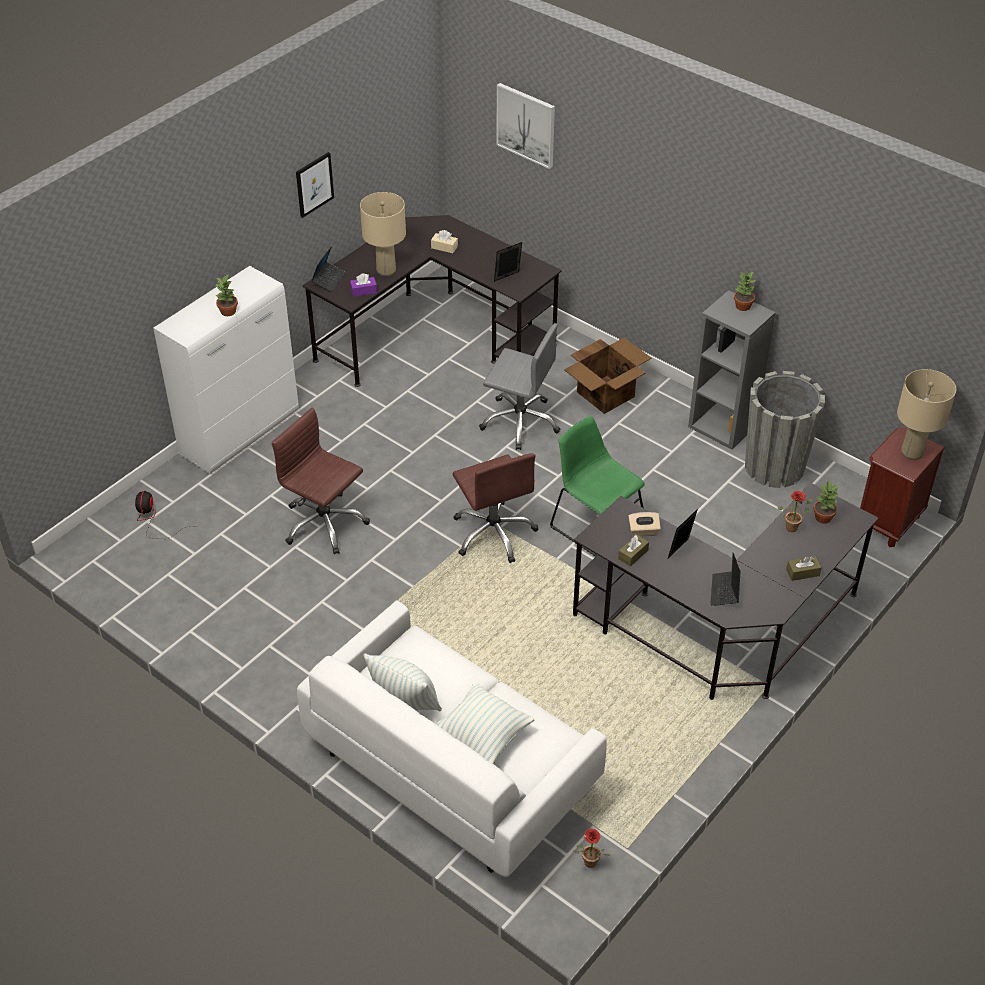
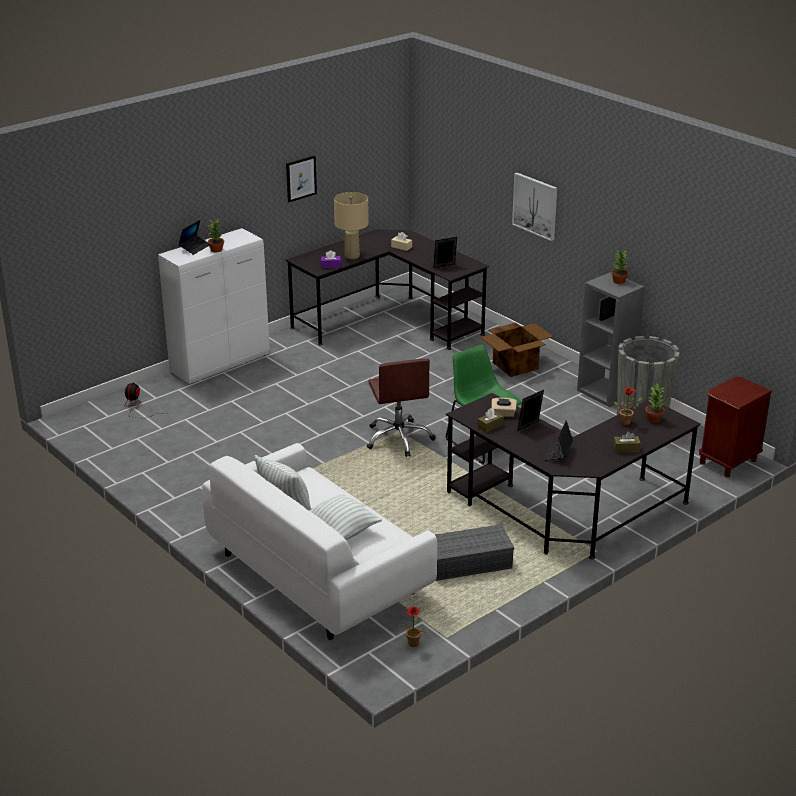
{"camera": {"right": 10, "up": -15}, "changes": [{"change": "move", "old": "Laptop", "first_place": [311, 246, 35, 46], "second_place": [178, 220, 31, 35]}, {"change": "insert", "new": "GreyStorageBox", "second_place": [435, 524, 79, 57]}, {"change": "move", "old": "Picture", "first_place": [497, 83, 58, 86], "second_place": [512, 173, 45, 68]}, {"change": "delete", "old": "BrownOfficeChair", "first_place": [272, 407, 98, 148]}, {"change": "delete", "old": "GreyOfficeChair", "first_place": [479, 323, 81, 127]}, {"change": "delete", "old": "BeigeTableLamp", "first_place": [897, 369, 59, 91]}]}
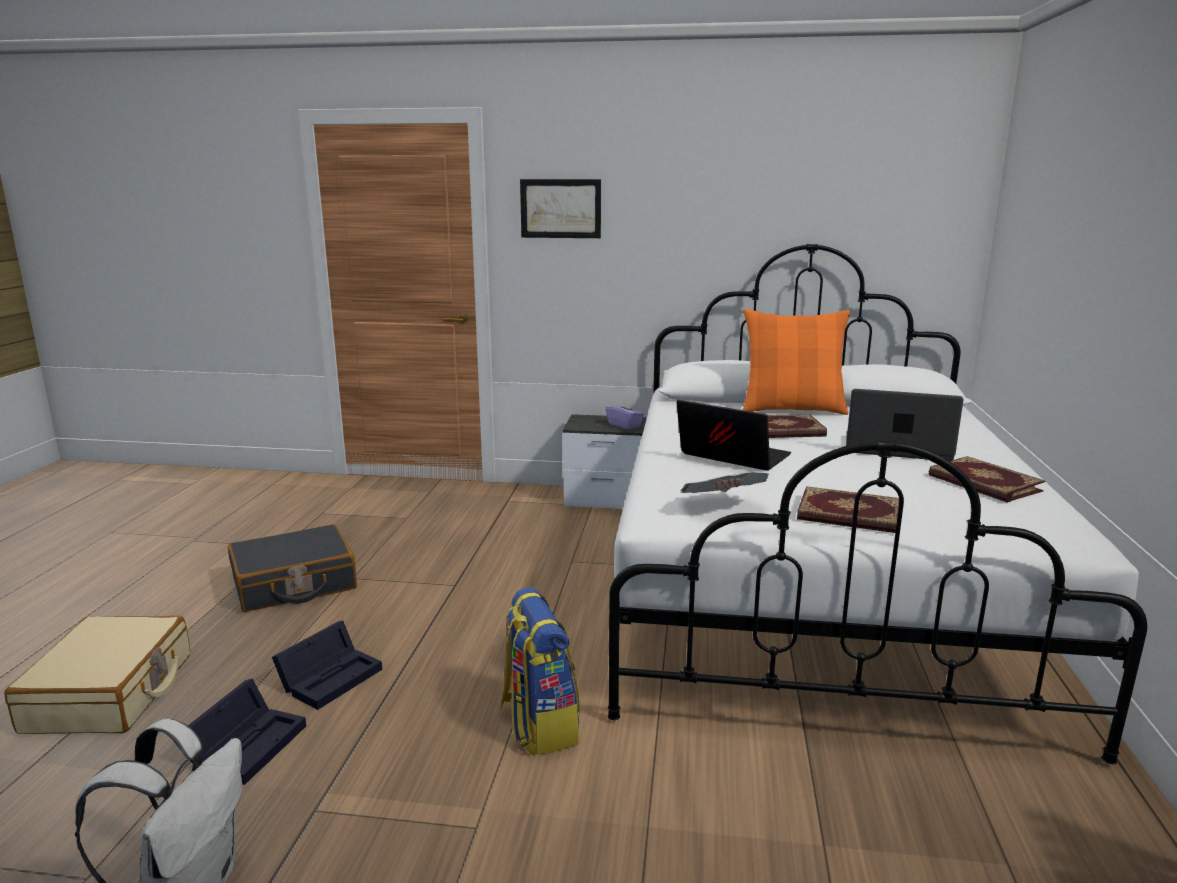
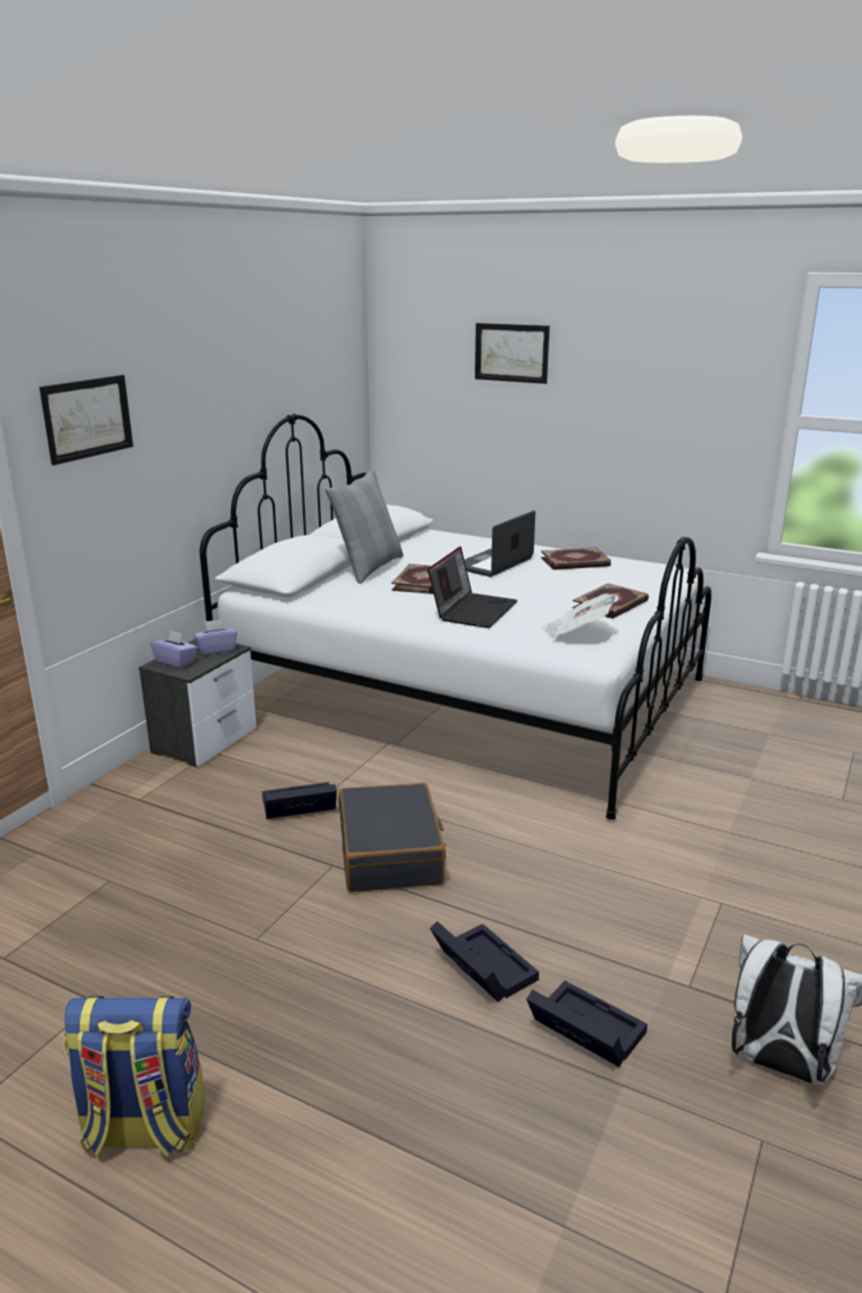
{"camera": {"right": -70, "up": 5}, "changes": [{"change": "move", "old": "Backpack", "first_place": [500, 587, 80, 169], "second_place": [64, 996, 141, 161]}, {"change": "insert", "new": "PurpleTissueBox", "second_place": [150, 630, 48, 38]}, {"change": "insert", "new": "BlackStorageBox", "second_place": [262, 782, 75, 37]}, {"change": "recolor", "old": "OrangePillow", "new": "GreyPillow", "first_place": [742, 309, 108, 106], "second_place": [325, 469, 78, 115]}, {"change": "move", "old": "BlackSuitcase", "first_place": [228, 524, 129, 88], "second_place": [339, 782, 107, 110]}, {"change": "rotate", "old": "Laptop", "first_place": [676, 400, 115, 71], "second_place": [428, 546, 90, 82], "degrees": 150}, {"change": "insert", "new": "Picture", "second_place": [475, 323, 75, 61]}, {"change": "delete", "old": "BeigeSuitcase", "first_place": [4, 615, 186, 119]}]}
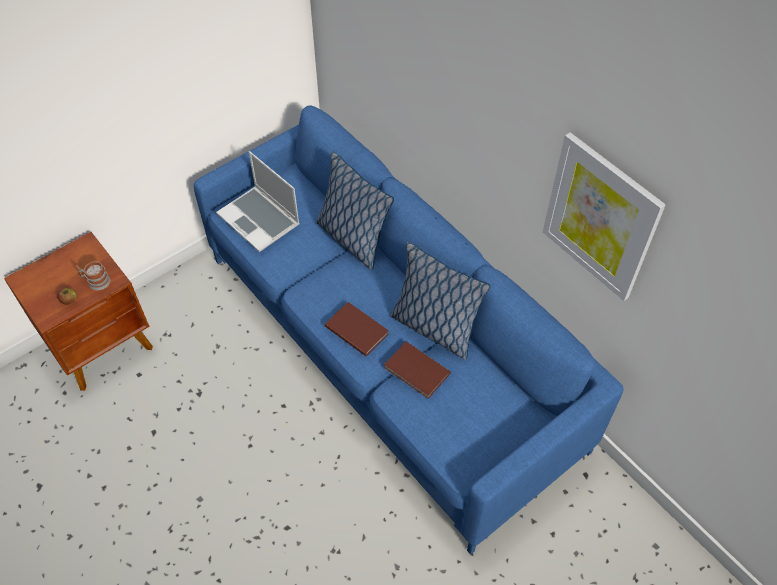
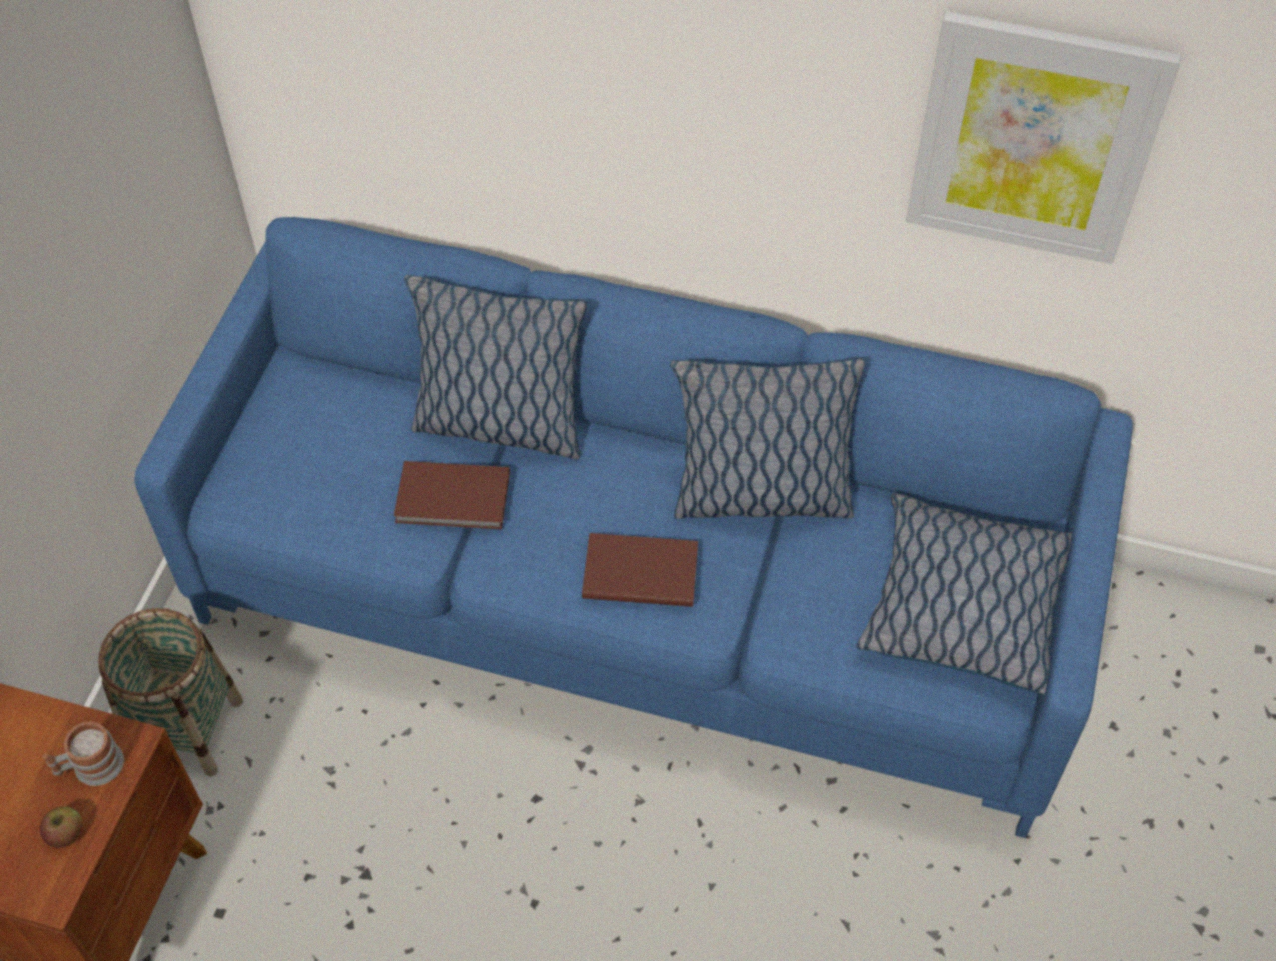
{"camera": {"right": -35, "up": 0}, "changes": [{"change": "insert", "new": "Basket", "second_place": [98, 608, 145, 169]}, {"change": "move", "old": "BrownBook", "first_place": [384, 341, 67, 58], "second_place": [394, 461, 116, 68]}, {"change": "insert", "new": "Pillow", "second_place": [857, 493, 215, 202]}, {"change": "delete", "old": "Laptop", "first_place": [216, 151, 84, 101]}]}
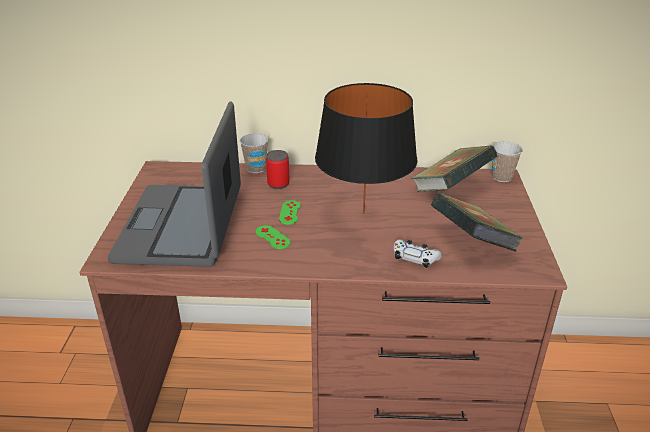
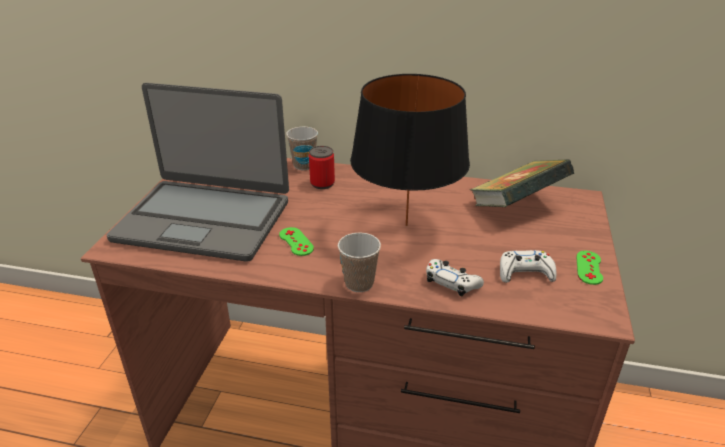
{"camera": {"right": 10, "up": 0}, "changes": [{"change": "rotate", "old": "Laptop", "first_place": [108, 101, 133, 166], "second_place": [107, 83, 182, 179], "degrees": -90}, {"change": "move", "old": "Cup", "first_place": [492, 141, 31, 41], "second_place": [338, 233, 43, 59]}, {"change": "replace", "old": "Book", "new": "WhiteGameController", "first_place": [431, 193, 93, 59], "second_place": [500, 250, 56, 33]}, {"change": "move", "old": "GreenGameController", "first_place": [279, 200, 22, 25], "second_place": [576, 251, 27, 34]}]}
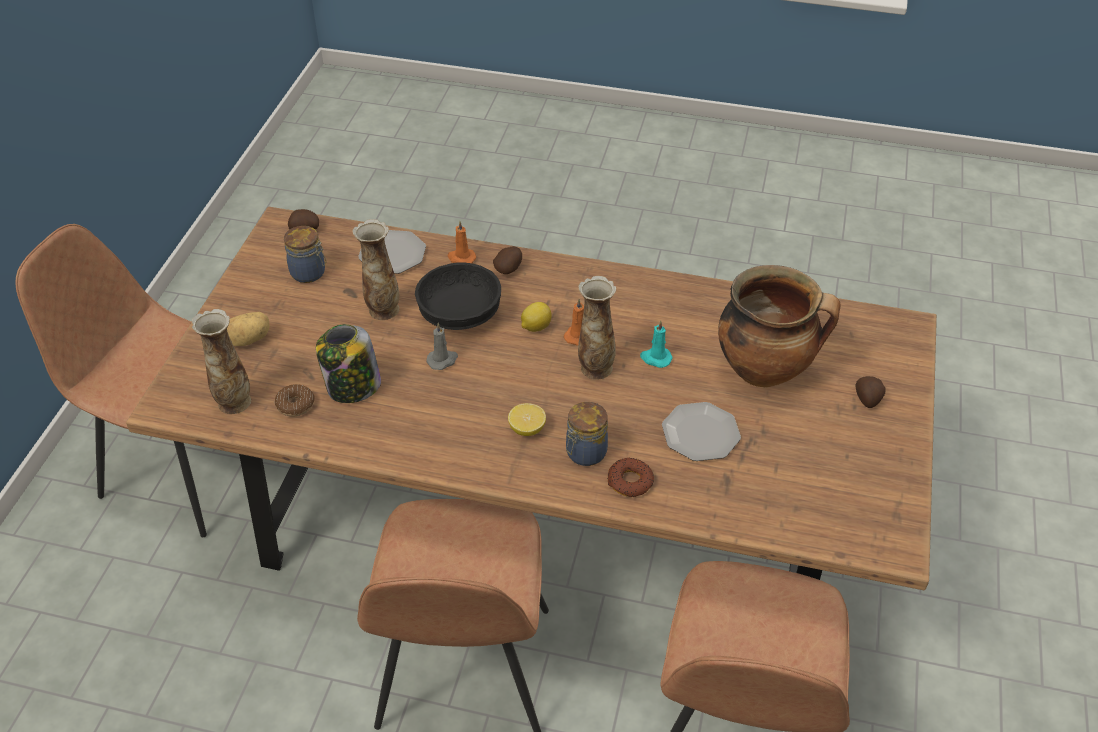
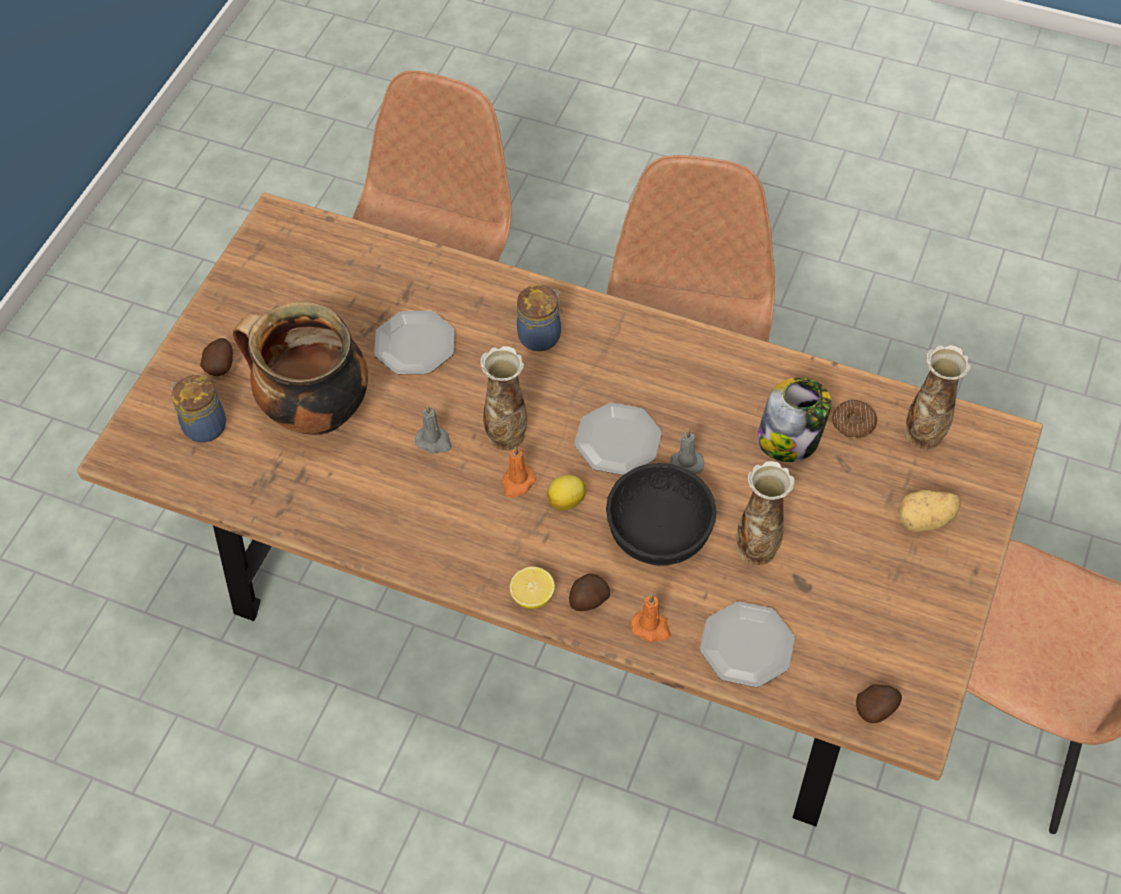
{"camera": {"right": -170, "up": 10}, "changes": [{"change": "move", "old": "Jar", "first_place": [284, 226, 43, 57], "second_place": [171, 375, 55, 67]}, {"change": "recolor", "old": "TurquoiseCandle", "new": "GreyCandle", "first_place": [640, 320, 33, 48], "second_place": [415, 405, 37, 49]}, {"change": "move", "old": "Lemon", "first_place": [508, 403, 38, 33], "second_place": [510, 567, 45, 42]}, {"change": "insert", "new": "Plate", "second_place": [574, 403, 88, 72]}, {"change": "delete", "old": "Donut", "first_place": [607, 457, 47, 40]}]}
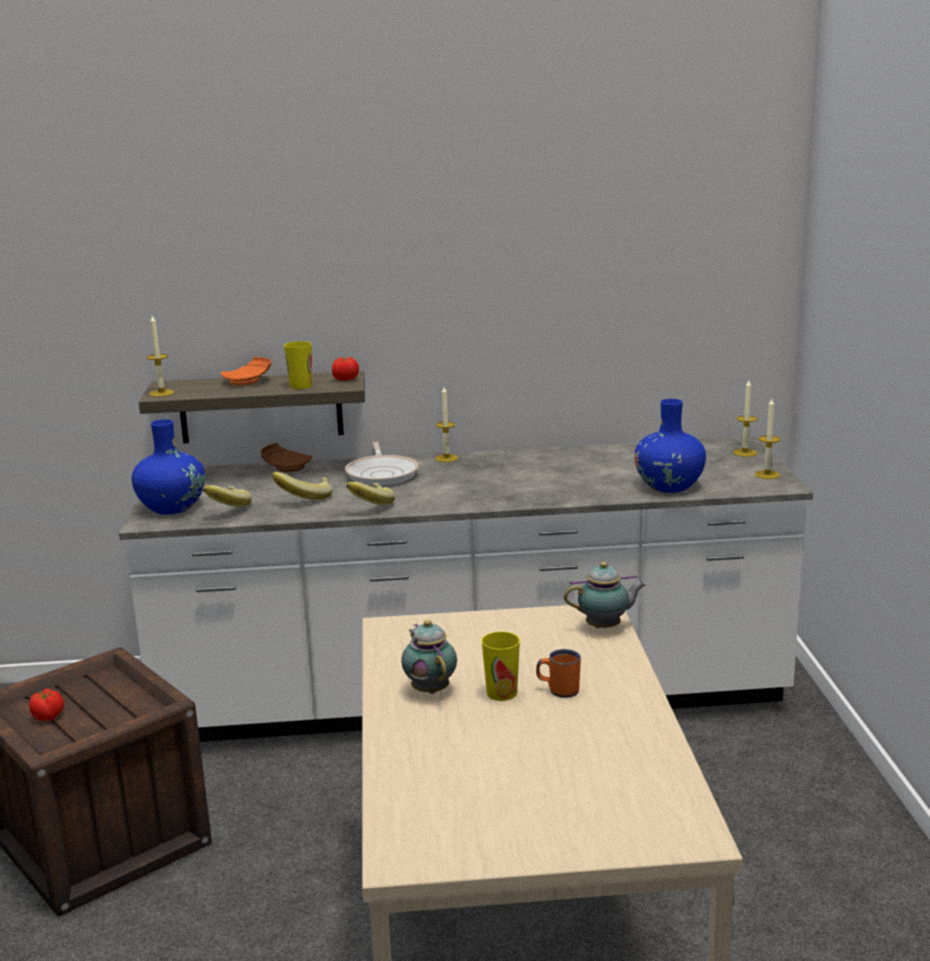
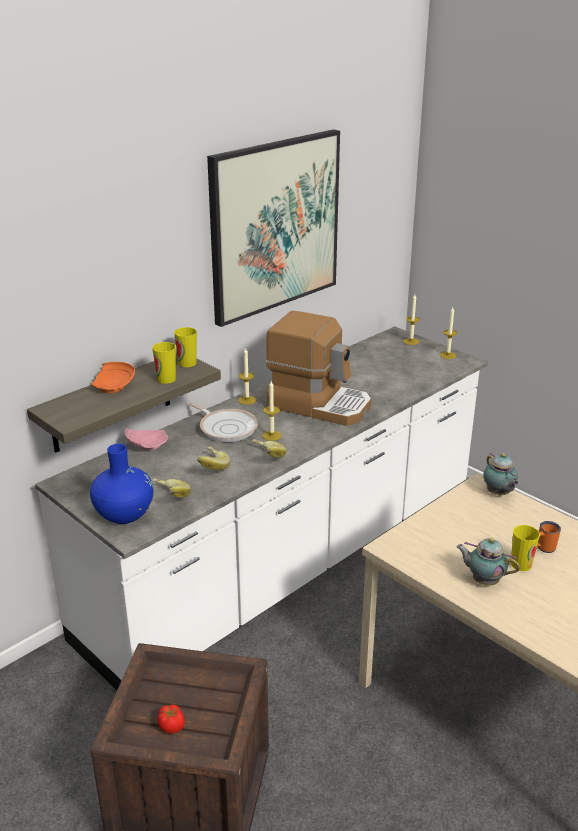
{"camera": {"right": -40, "up": 10}, "changes": [{"change": "recolor", "old": "BrownPlate", "new": "PinkPlate", "first_place": [261, 443, 51, 29], "second_place": [125, 427, 43, 23]}, {"change": "replace", "old": "Tomato", "new": "Cup", "first_place": [332, 357, 27, 24], "second_place": [174, 327, 23, 40]}, {"change": "insert", "new": "Picture", "second_place": [207, 129, 133, 198]}, {"change": "move", "old": "Candle", "first_place": [147, 315, 27, 82], "second_place": [262, 381, 19, 60]}, {"change": "insert", "new": "CoffeeMachine", "second_place": [266, 311, 105, 115]}, {"change": "rotate", "old": "Teapot", "first_place": [564, 562, 82, 66], "second_place": [483, 453, 36, 43], "degrees": 120}, {"change": "delete", "old": "BlueVase", "first_place": [634, 399, 72, 94]}]}
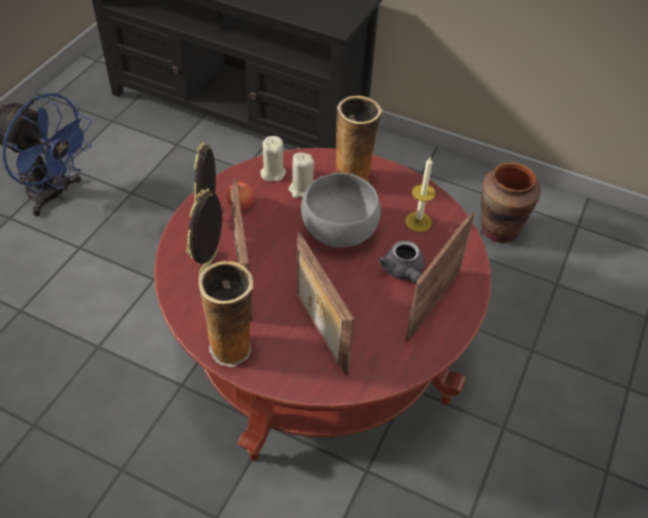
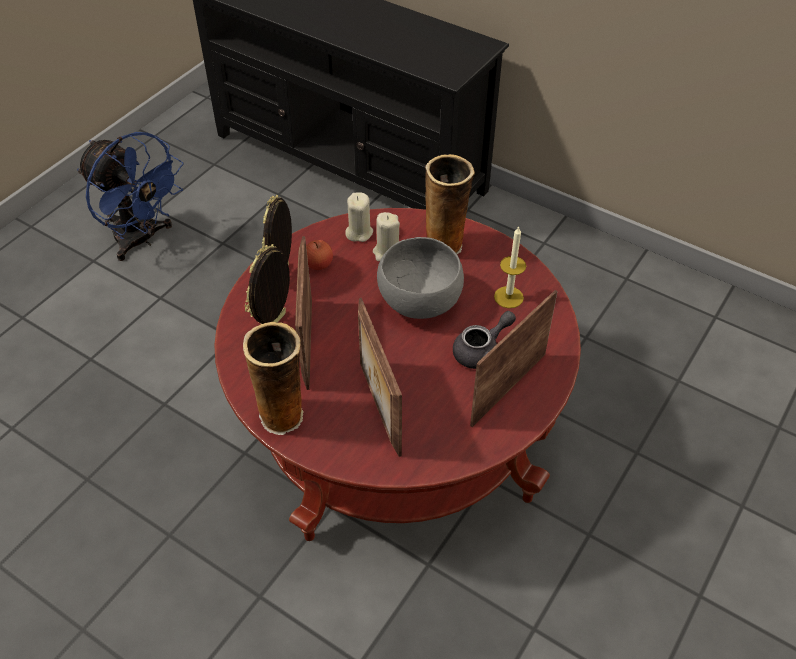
{"camera": {"right": 10, "up": 0}, "changes": [{"change": "rotate", "old": "GreyTeapot", "first_place": [378, 241, 47, 43], "second_place": [453, 311, 63, 58], "degrees": -120}, {"change": "delete", "old": "BrownVase", "first_place": [481, 162, 60, 81]}]}
